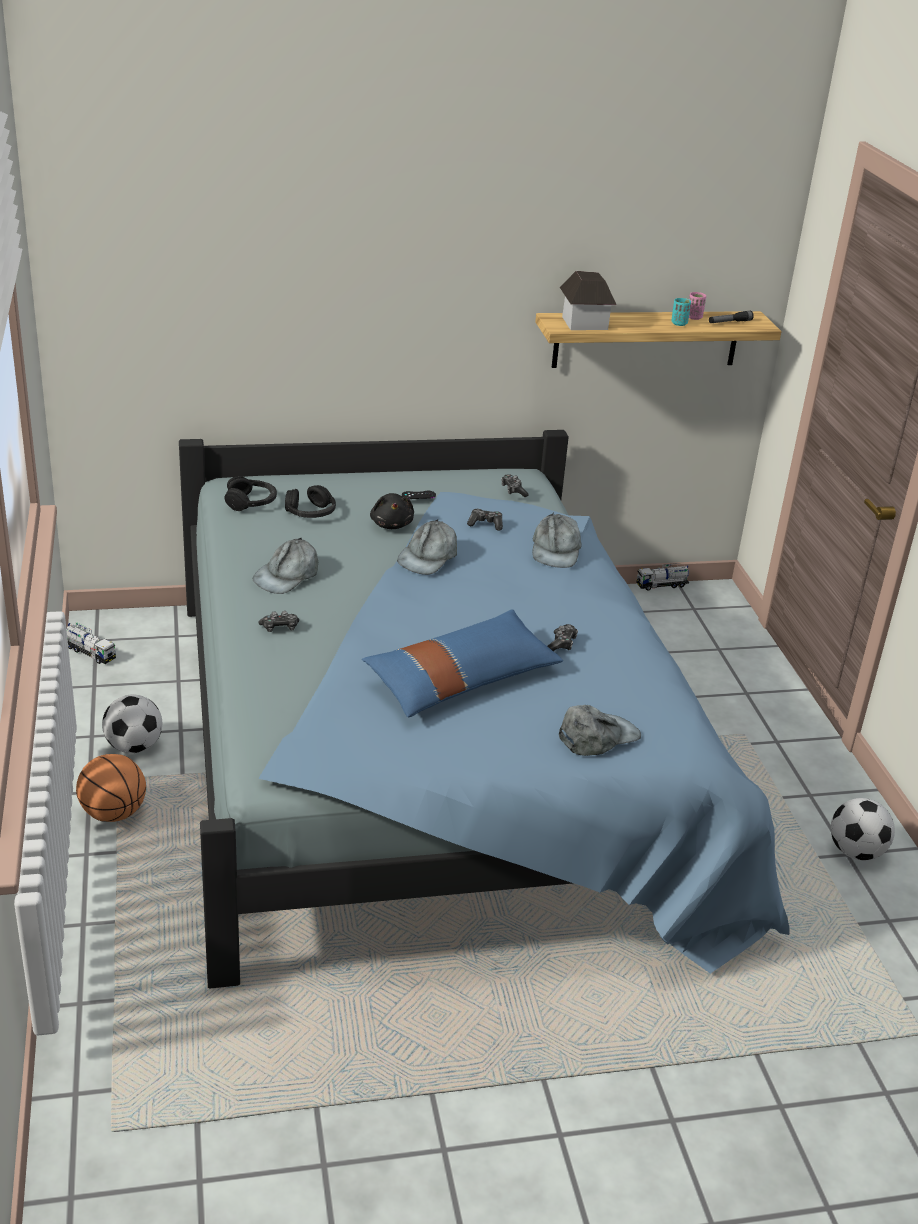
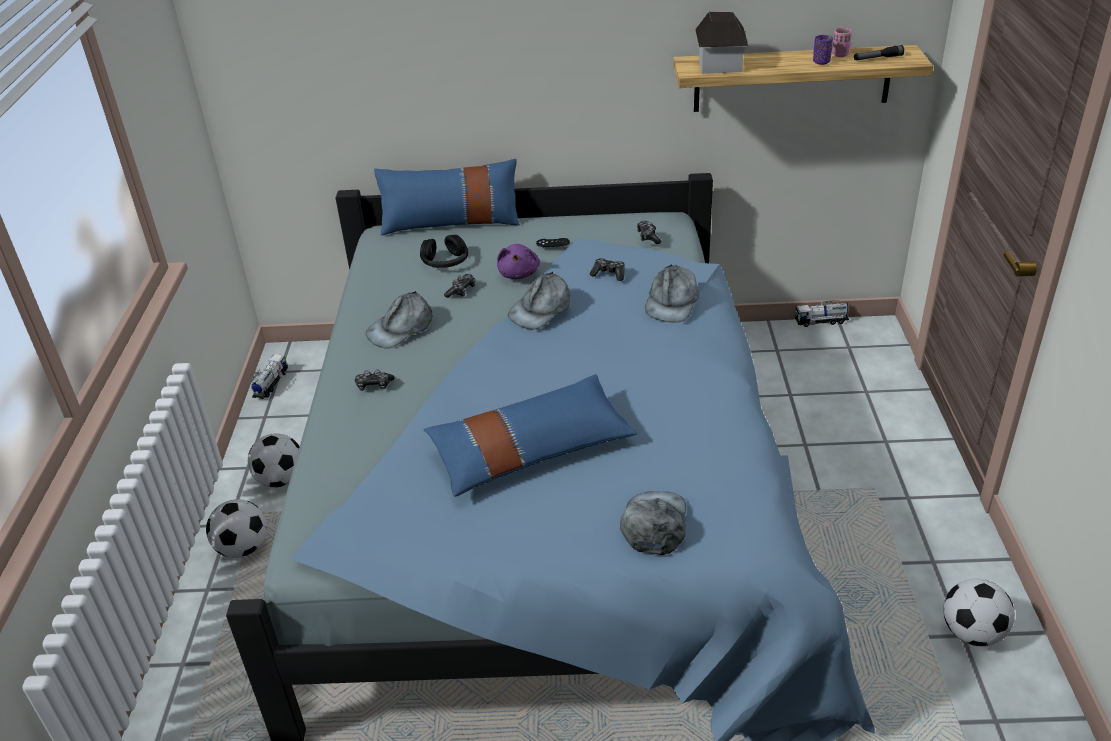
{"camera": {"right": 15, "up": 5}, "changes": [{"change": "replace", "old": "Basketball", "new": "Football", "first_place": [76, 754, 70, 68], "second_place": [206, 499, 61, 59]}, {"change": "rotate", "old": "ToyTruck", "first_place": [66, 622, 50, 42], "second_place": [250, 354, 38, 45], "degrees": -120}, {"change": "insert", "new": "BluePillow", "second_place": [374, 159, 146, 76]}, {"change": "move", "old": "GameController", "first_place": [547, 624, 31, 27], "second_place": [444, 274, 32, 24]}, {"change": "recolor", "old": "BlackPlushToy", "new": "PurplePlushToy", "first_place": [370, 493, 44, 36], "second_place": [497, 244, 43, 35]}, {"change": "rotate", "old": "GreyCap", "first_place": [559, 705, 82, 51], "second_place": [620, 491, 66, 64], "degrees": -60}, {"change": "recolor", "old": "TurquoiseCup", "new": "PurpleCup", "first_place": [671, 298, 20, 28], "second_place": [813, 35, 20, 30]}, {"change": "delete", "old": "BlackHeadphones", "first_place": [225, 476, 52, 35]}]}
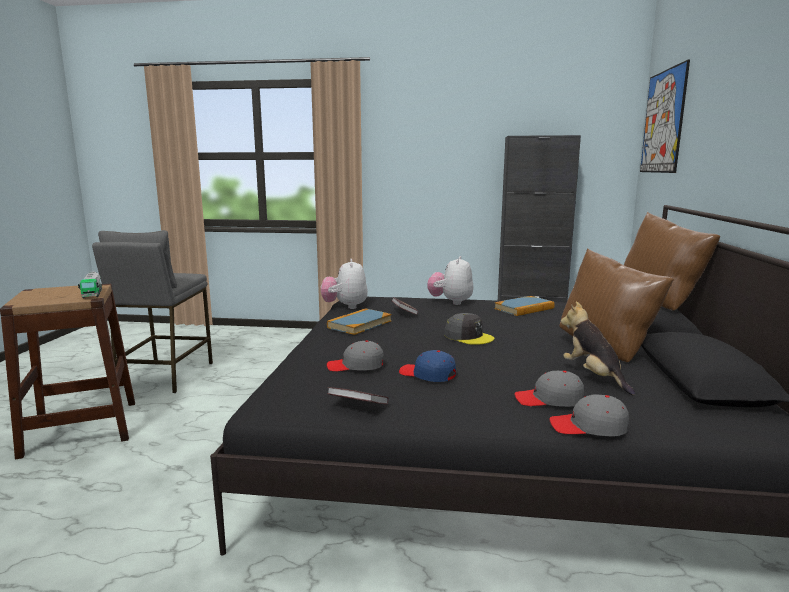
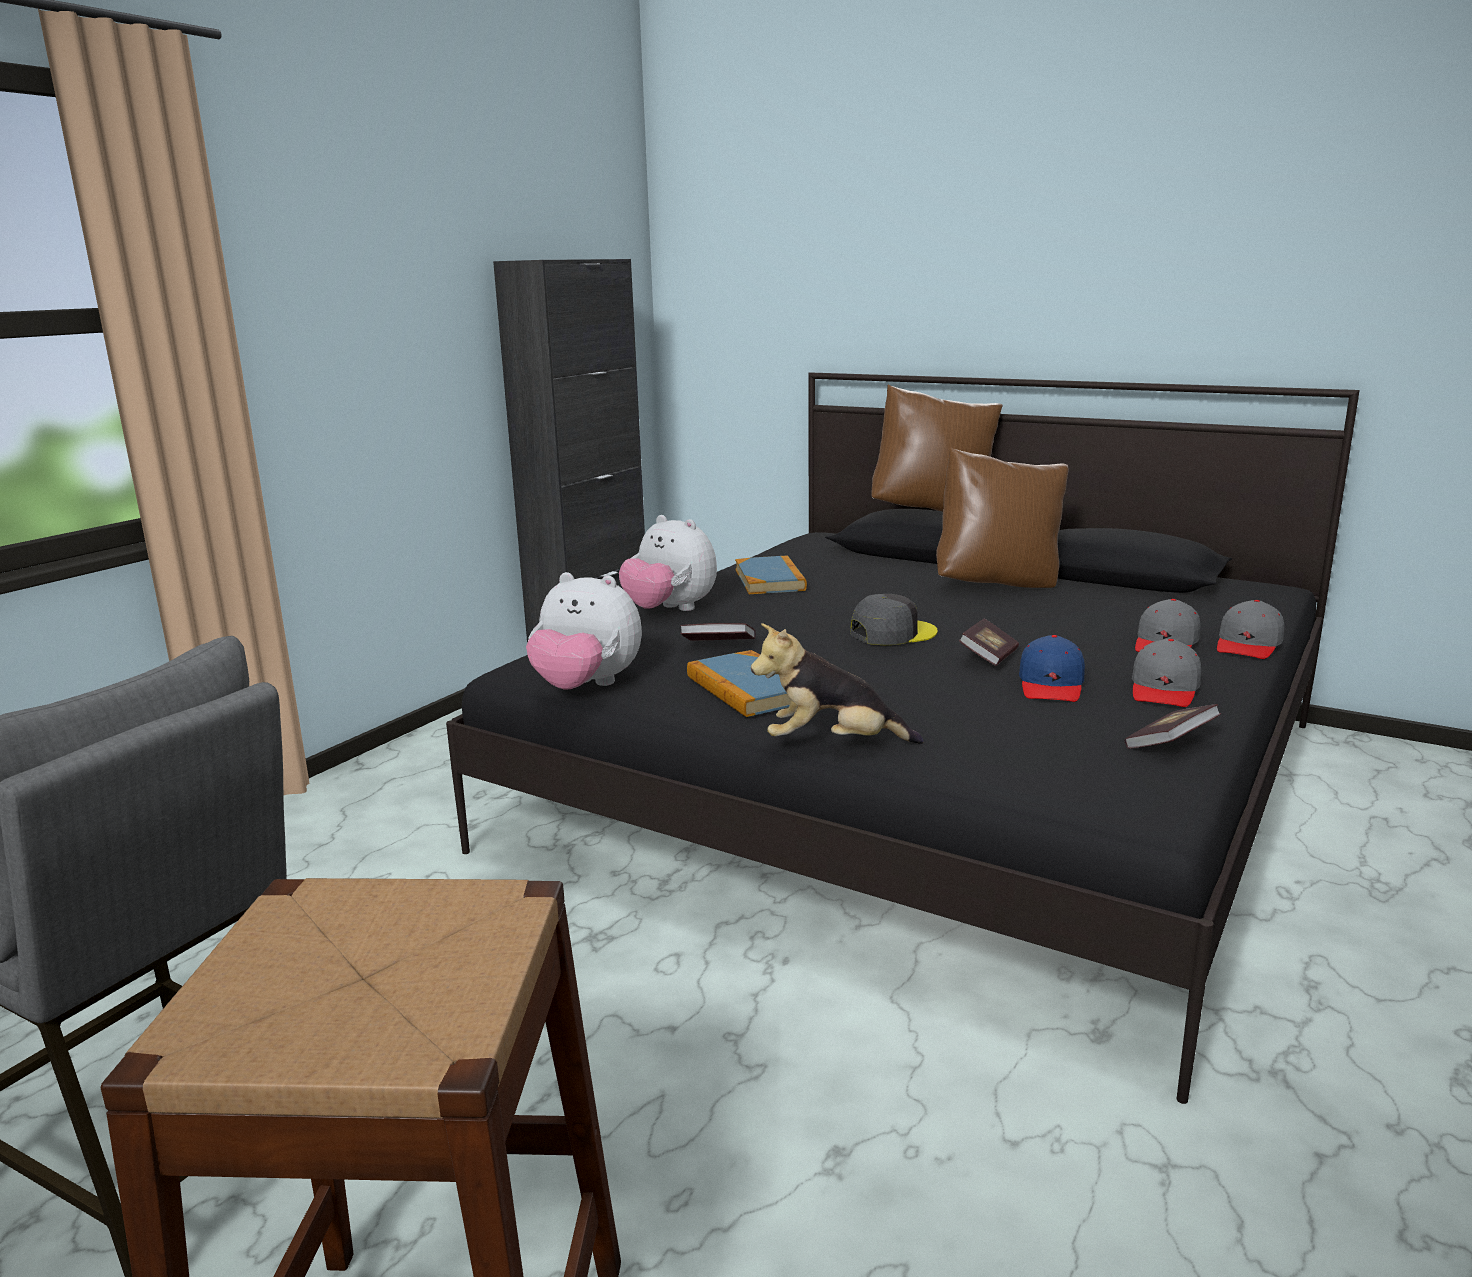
{"camera": {"right": -65, "up": 5}, "changes": [{"change": "move", "old": "PlushToy", "first_place": [561, 301, 74, 94], "second_place": [751, 623, 173, 121]}, {"change": "insert", "new": "Book", "second_place": [959, 619, 60, 47]}, {"change": "rotate", "old": "BlueCap", "first_place": [399, 350, 57, 32], "second_place": [1019, 635, 66, 67], "degrees": -45}, {"change": "move", "old": "GreyCap", "first_place": [327, 340, 57, 32], "second_place": [1132, 639, 69, 68]}, {"change": "delete", "old": "ToyTruck", "first_place": [78, 272, 24, 26]}, {"change": "delete", "old": "Picture", "first_place": [640, 59, 50, 114]}]}
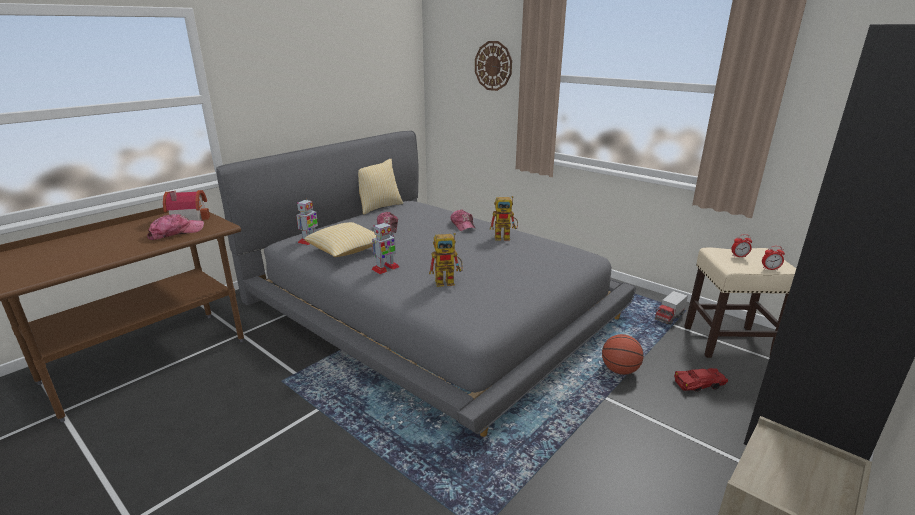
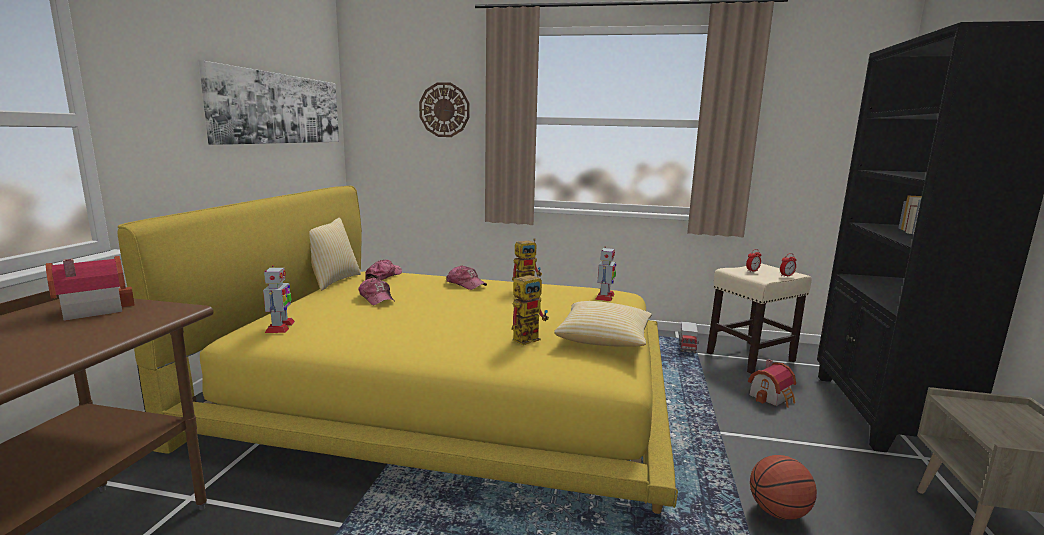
{"camera": {"right": -30, "up": -10}, "changes": [{"change": "recolor", "old": "GreyBed", "new": "YellowBed", "first_place": [216, 131, 420, 306], "second_place": [118, 186, 560, 328]}, {"change": "insert", "new": "Picture", "second_place": [198, 61, 141, 84]}, {"change": "move", "old": "Cap", "first_place": [147, 214, 57, 26], "second_place": [365, 259, 37, 21]}, {"change": "move", "old": "Pillow", "first_place": [304, 222, 72, 35], "second_place": [554, 301, 98, 46]}, {"change": "move", "old": "ToyRobot", "first_place": [371, 222, 28, 52], "second_place": [595, 246, 21, 55]}, {"change": "replace", "old": "RedToyCar", "new": "ToyHouse", "first_place": [674, 368, 54, 24], "second_place": [748, 359, 48, 49]}, {"change": "move", "old": "Basketball", "first_place": [602, 334, 42, 41], "second_place": [750, 455, 67, 65]}]}
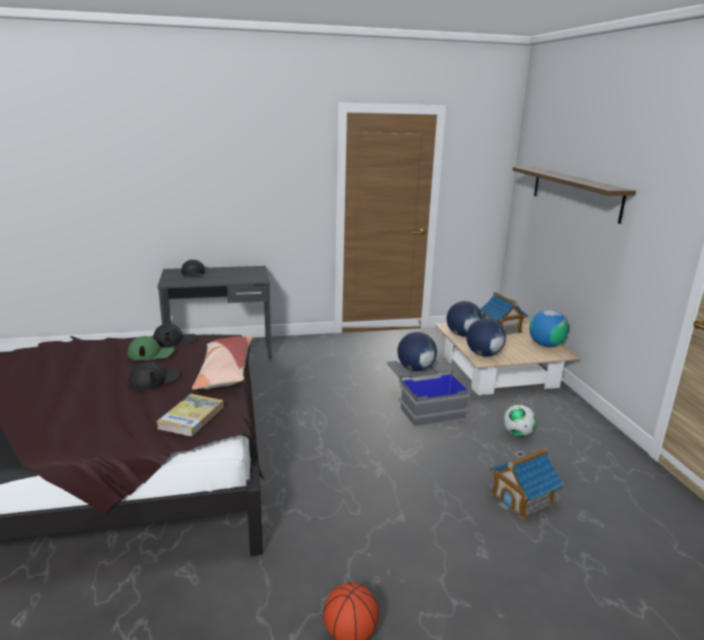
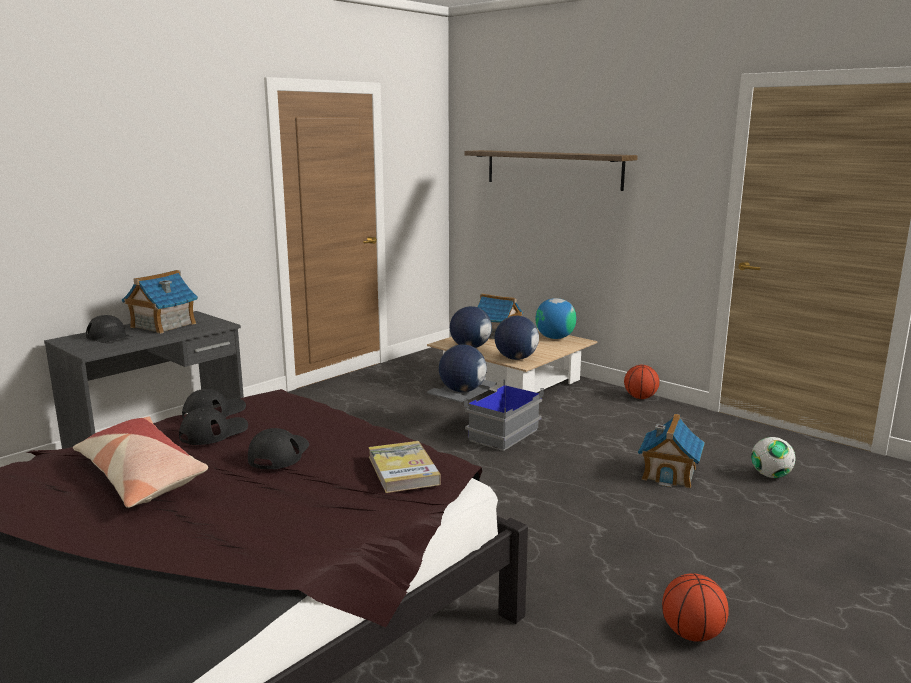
{"camera": {"right": -35, "up": -5}, "changes": [{"change": "move", "old": "Pillow", "first_place": [192, 336, 61, 54], "second_place": [73, 417, 135, 91]}, {"change": "insert", "new": "ToyHouse", "second_place": [122, 270, 76, 64]}, {"change": "recolor", "old": "GreenCap", "new": "BlackCap", "first_place": [127, 336, 47, 25], "second_place": [179, 407, 69, 38]}, {"change": "insert", "new": "Basketball", "second_place": [624, 365, 36, 34]}, {"change": "move", "old": "Football", "first_place": [504, 405, 33, 32], "second_place": [751, 437, 45, 41]}]}
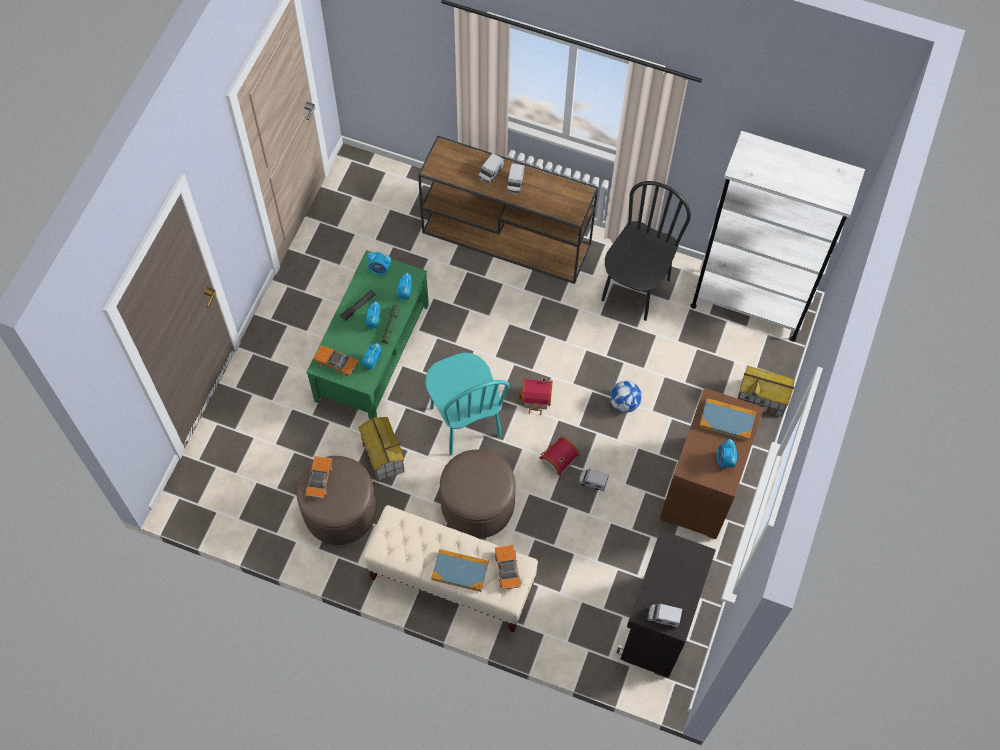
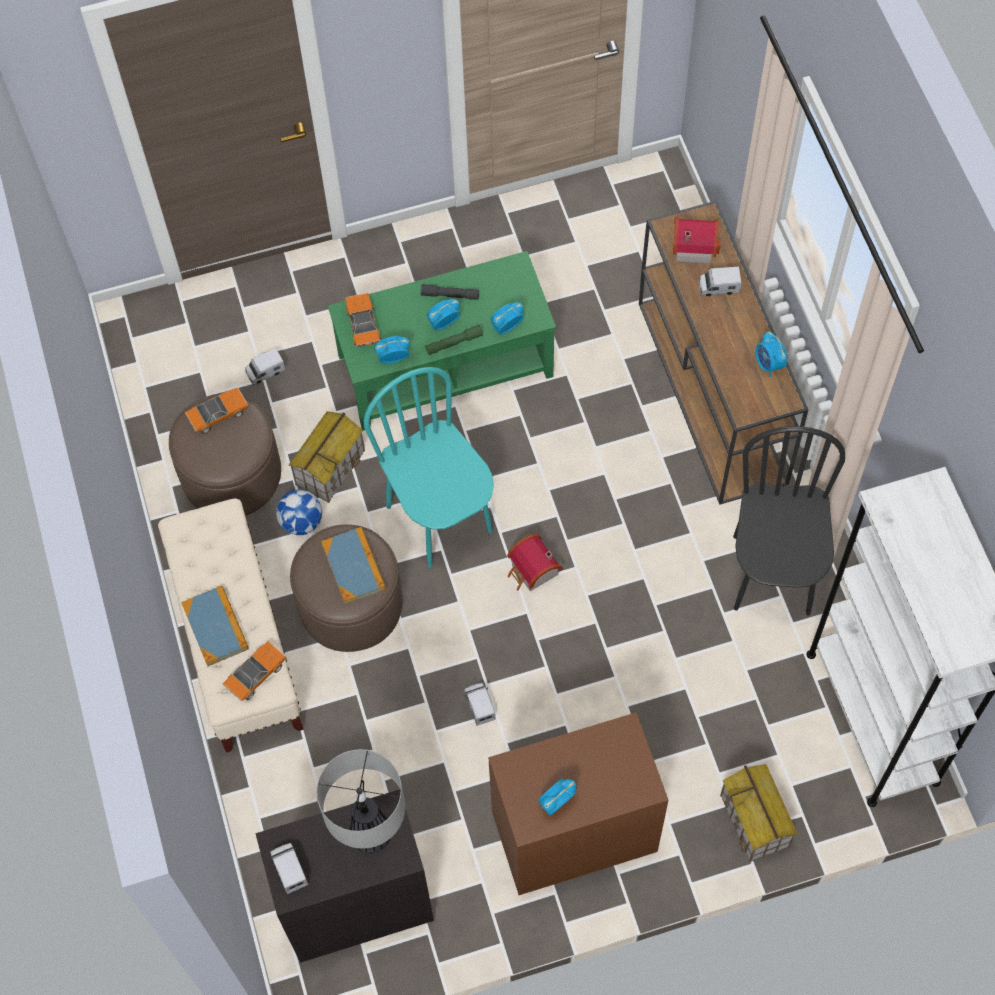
{"camera": {"right": 55, "up": 0}, "changes": [{"change": "move", "old": "ToyTruck", "first_place": [506, 163, 18, 31], "second_place": [245, 348, 41, 37]}, {"change": "move", "old": "Football", "first_place": [610, 381, 32, 32], "second_place": [276, 490, 46, 45]}, {"change": "insert", "new": "TableLamp", "second_place": [317, 749, 88, 104]}, {"change": "move", "old": "Book", "first_place": [699, 398, 57, 43], "second_place": [321, 527, 65, 78]}, {"change": "rotate", "old": "TurquoiseChair", "first_place": [426, 352, 84, 104], "second_place": [363, 367, 131, 200], "degrees": 120}, {"change": "move", "old": "ToyHouse", "first_place": [540, 437, 39, 40], "second_place": [673, 217, 48, 47]}, {"change": "rotate", "old": "BlackChair", "first_place": [601, 181, 90, 140], "second_place": [733, 426, 112, 189], "degrees": -75}, {"change": "move", "old": "AlarmClock", "first_place": [367, 252, 24, 23], "second_place": [755, 331, 33, 46]}]}
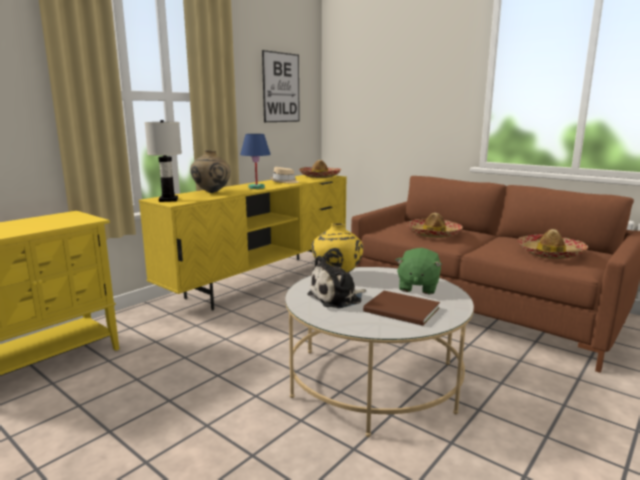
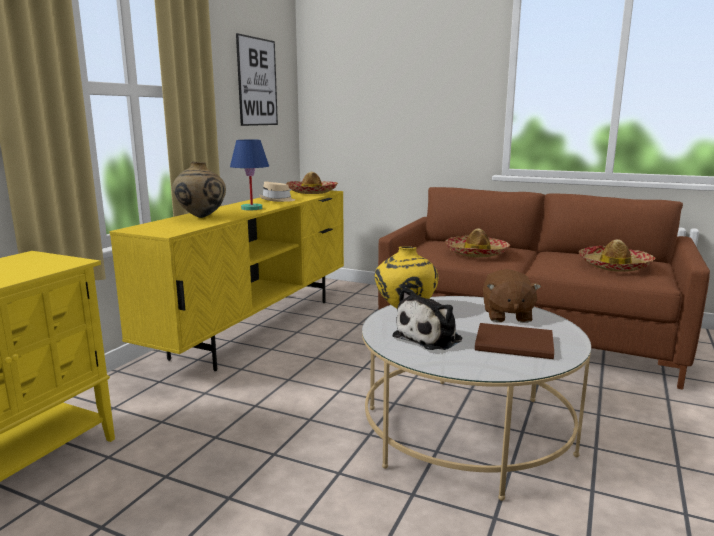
{"camera": {"right": -15, "up": 0}, "changes": [{"change": "recolor", "old": "GreenPlushToy", "new": "BrownPlushToy", "first_place": [396, 248, 46, 46], "second_place": [483, 269, 58, 54]}, {"change": "delete", "old": "WhiteTableLamp", "first_place": [144, 120, 38, 82]}]}
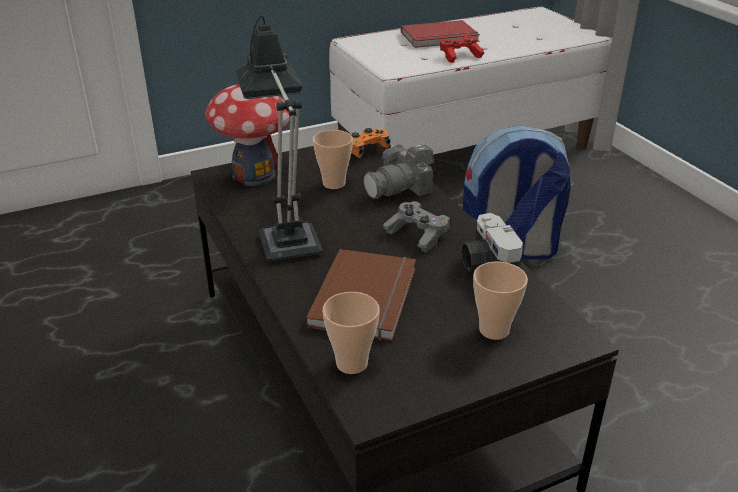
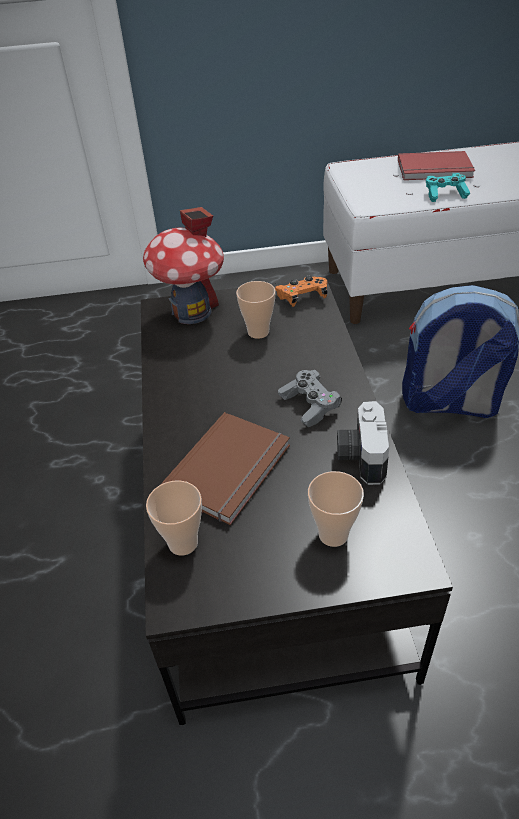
{"camera": {"right": 20, "up": 10}, "changes": [{"change": "recolor", "old": "RedGameController", "new": "TurquoiseGameController", "first_place": [440, 36, 44, 27], "second_place": [426, 173, 44, 29]}, {"change": "delete", "old": "TableLamp", "first_place": [235, 16, 88, 245]}, {"change": "delete", "old": "PhotoCamera", "first_place": [363, 145, 71, 54]}]}
